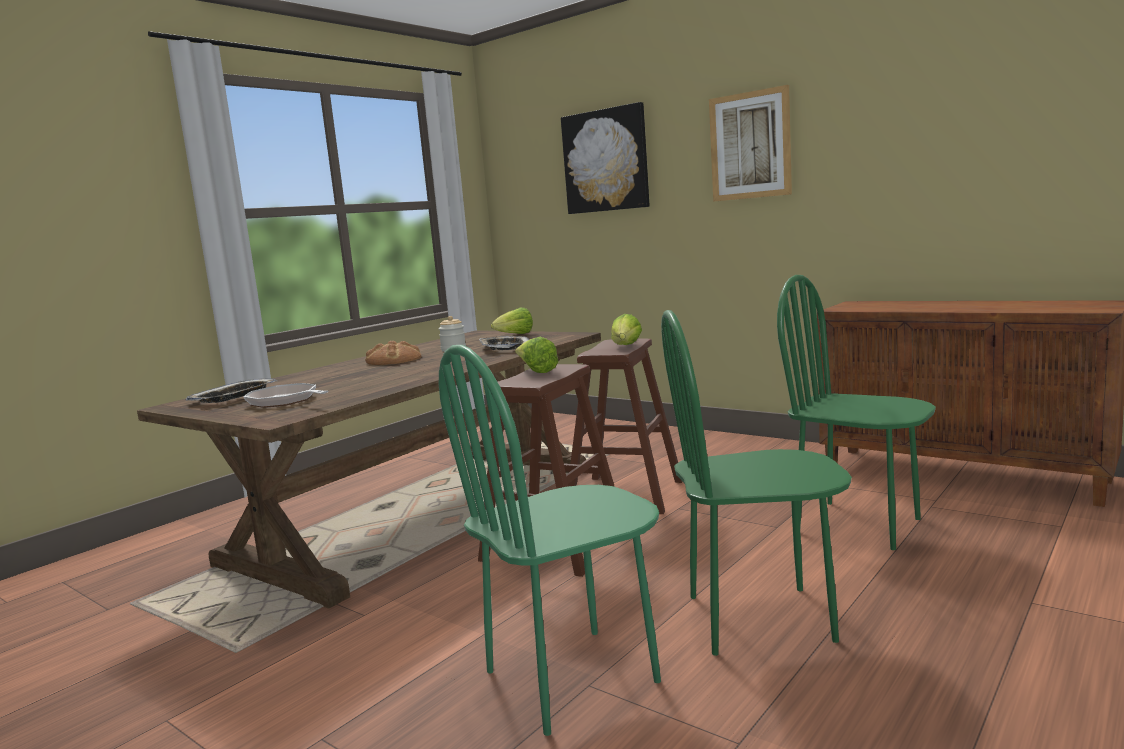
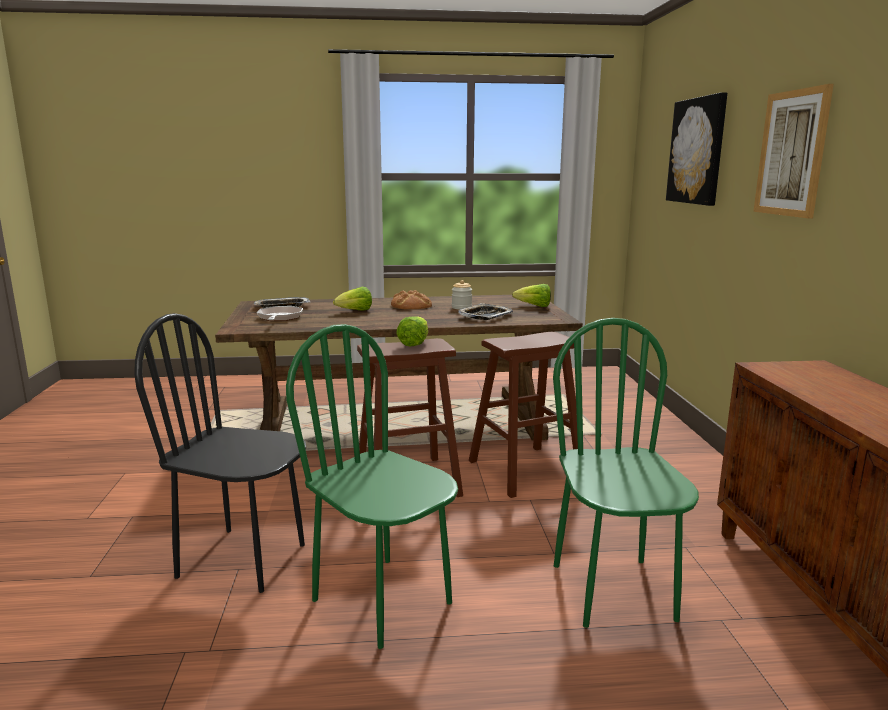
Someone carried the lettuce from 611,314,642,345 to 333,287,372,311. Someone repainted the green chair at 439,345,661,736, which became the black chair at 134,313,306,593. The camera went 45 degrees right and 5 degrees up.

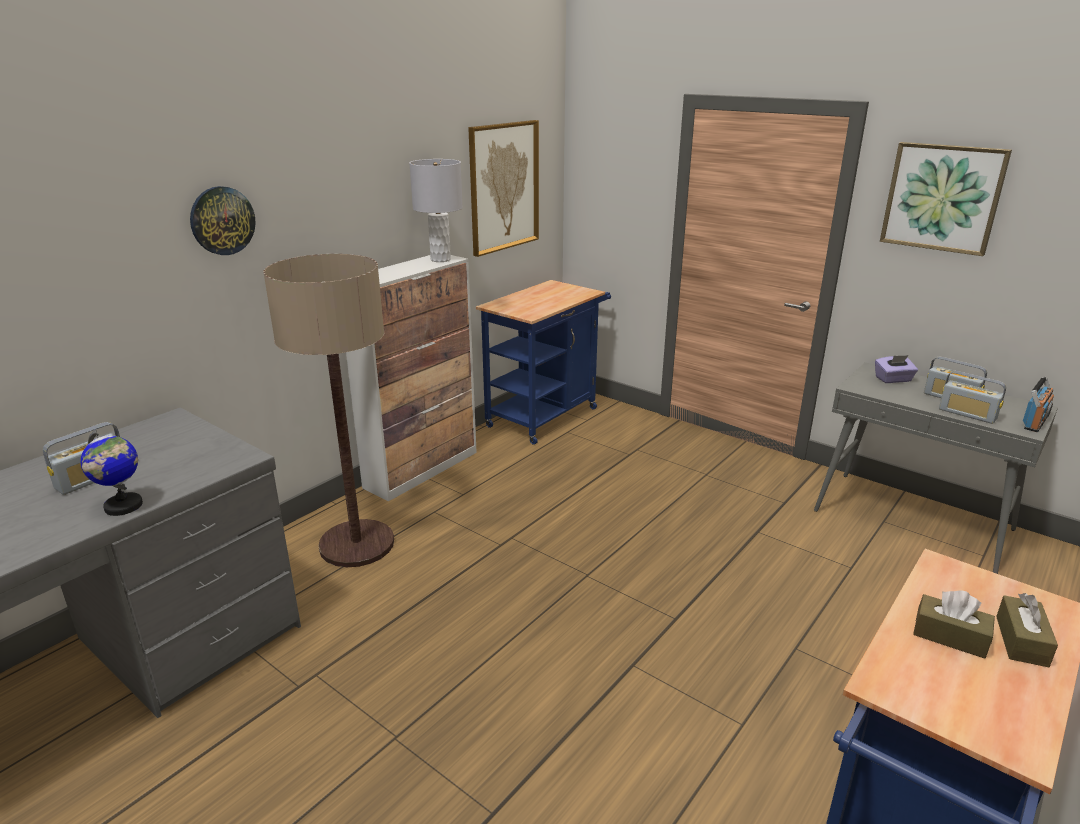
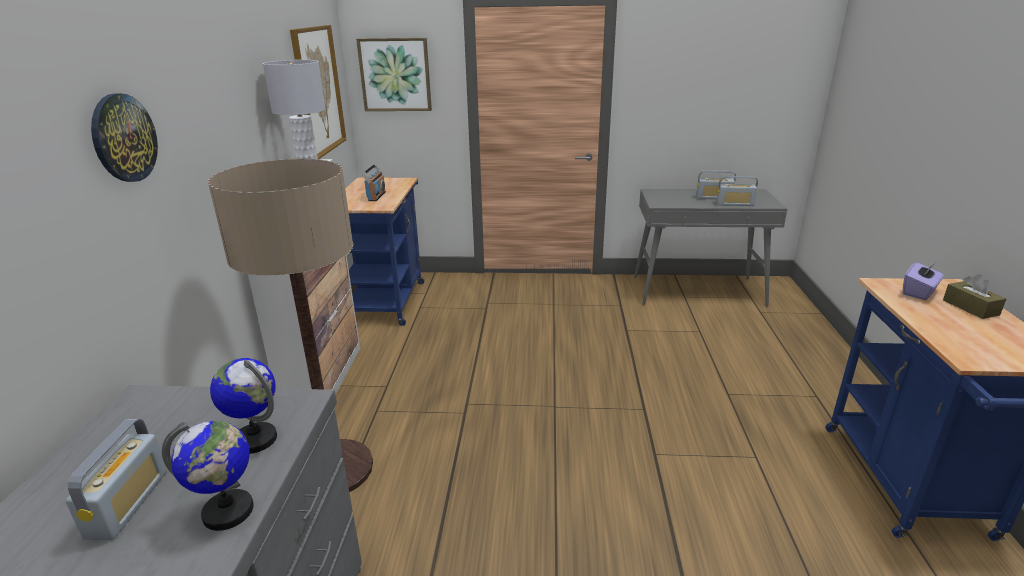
Someone carried the picture from 880,142,1012,256 to 356,38,432,111. Someone carried the purple tissue box from 875,355,918,383 to 903,262,944,300. Someone carried the radio from 1023,376,1054,432 to 362,164,386,201. Someone took away the brown tissue box at 913,590,995,659. Someone put down the globe at 210,358,277,454. The camera went 35 degrees left and 0 degrees up.

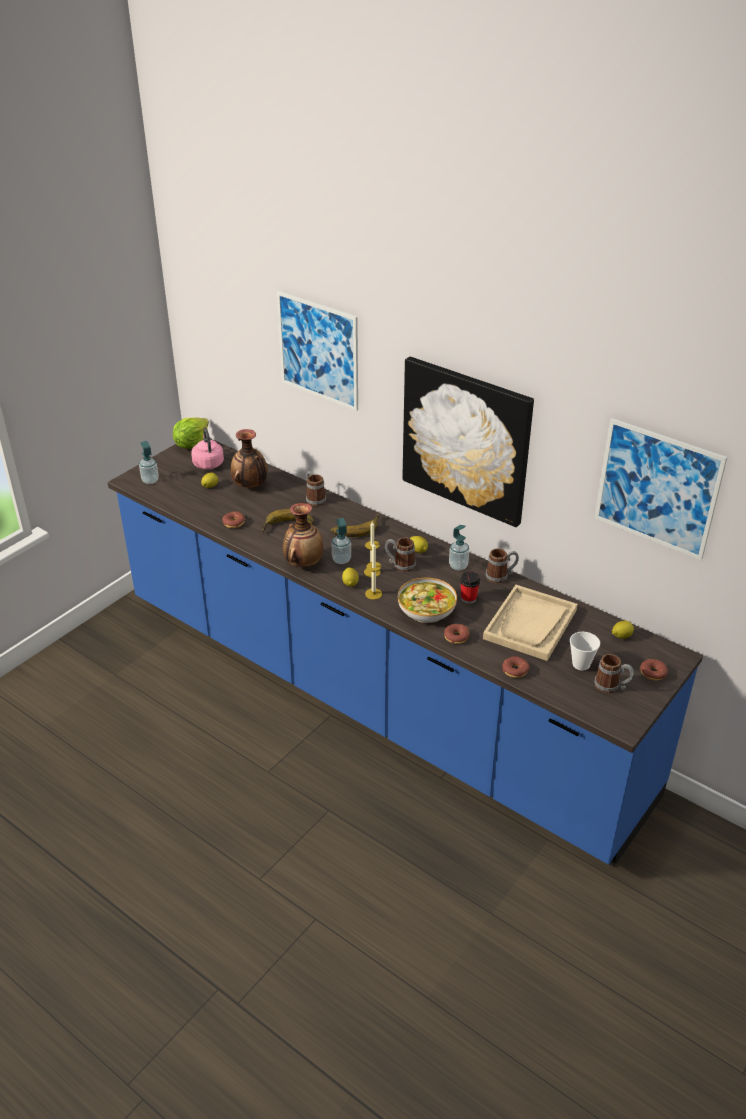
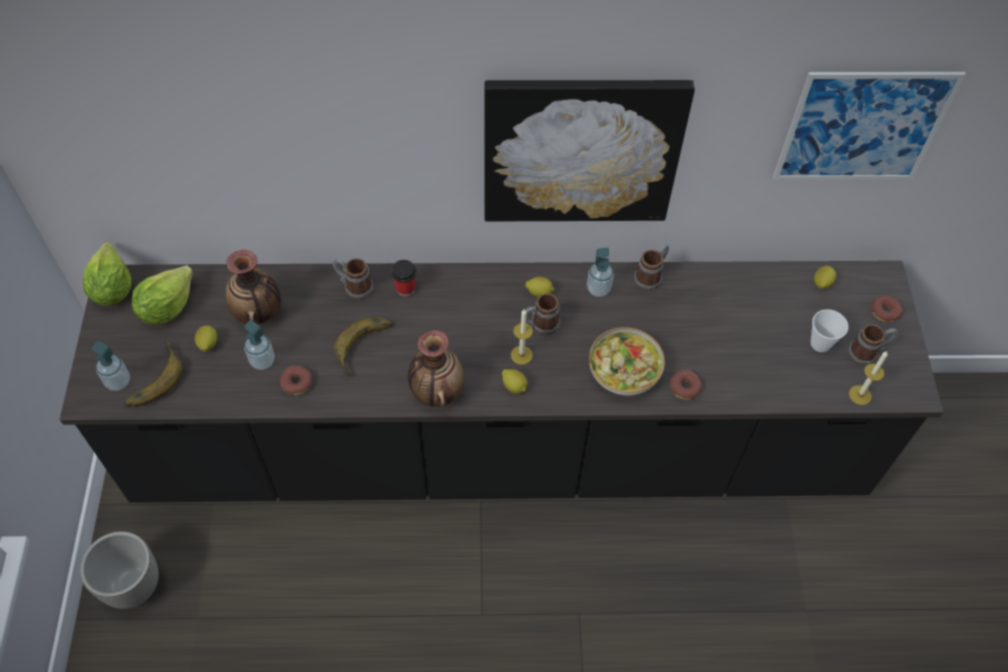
Someone took away the picture at 277,291,358,411. Someone swapped the pink kettle at 191,428,224,470 for the lettuce at 131,265,193,325. Someone repainted the blue counter at 107,439,703,866, which became the black counter at 60,261,943,503. Someone carried the banana from 330,513,379,537 to 124,342,183,407. Someone carried the soap dispenser from 332,518,351,564 to 244,320,275,370. Someone carried the candle from 365,543,382,600 to 849,351,888,405. Someone carried the cup from 460,571,480,604 to 391,260,416,297. Someone took away the beige tray at 483,585,578,661. Someone took away the donut at 502,656,530,678. Someone put down the planter at 80,531,159,609. The camera went 40 degrees left and 20 degrees up.

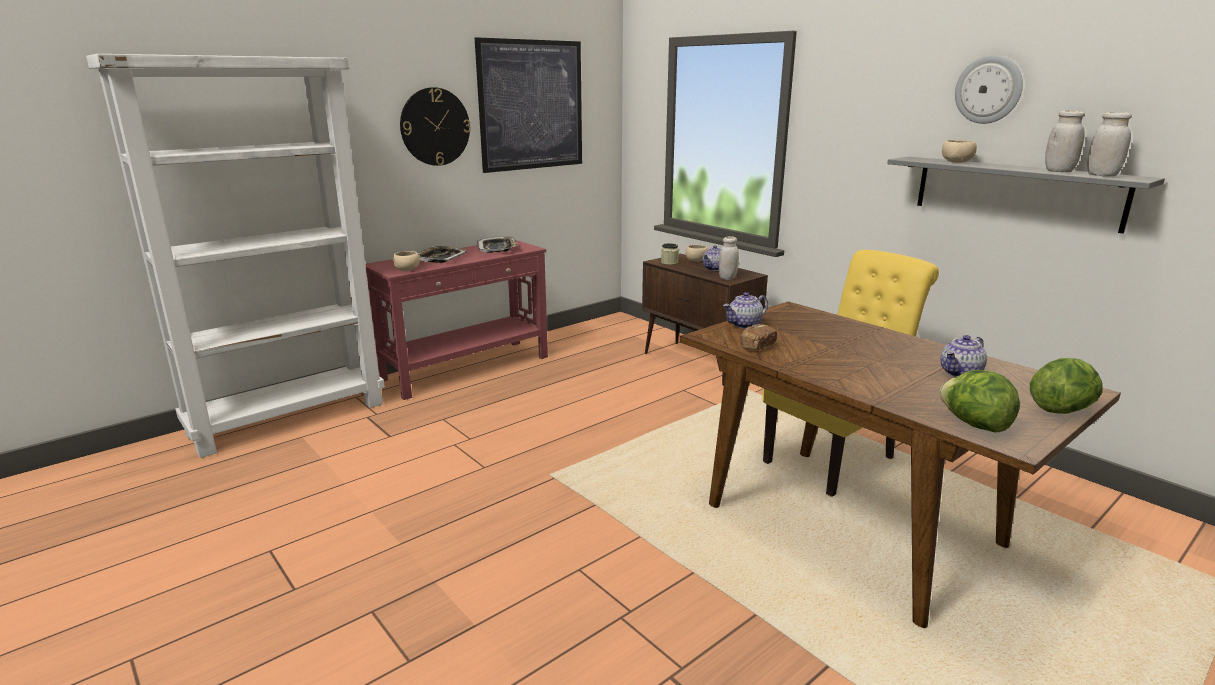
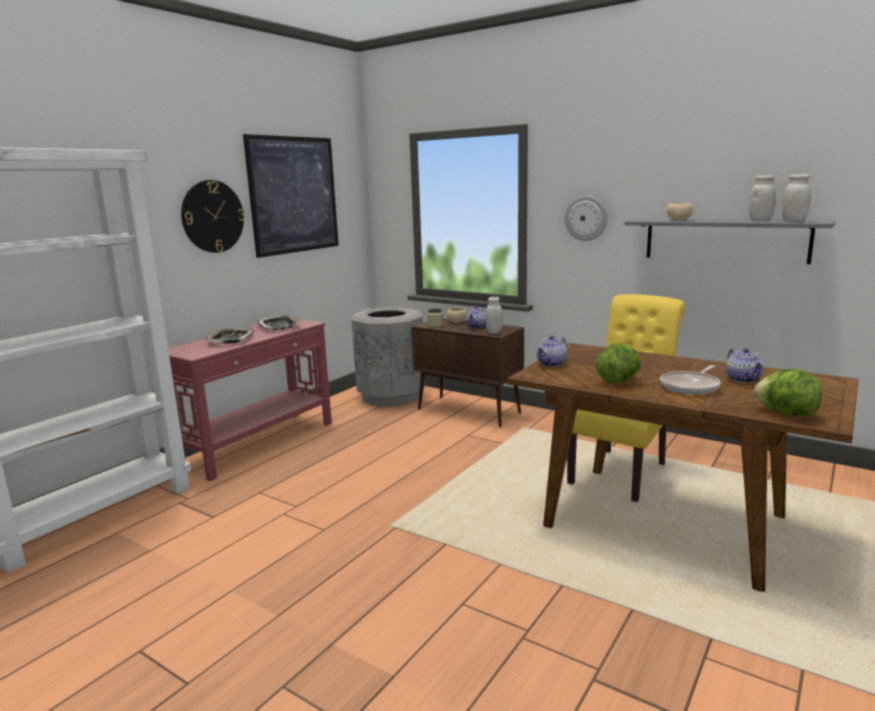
Someone carried the wall clock from 955,55,1023,124 to 565,195,608,241. Someone took away the beige bowl at 393,251,420,271. Someone took away the bread at 740,324,777,350. Someone rotated the teapot at 940,335,987,377 by 45 degrees counterclockwise. Someone carried the lettuce from 1030,358,1102,414 to 595,343,641,383. Someone put down the grey trash can at 352,307,425,407. Someone put down the frying pan at 660,365,721,395. The camera went 15 degrees left and 5 degrees down.

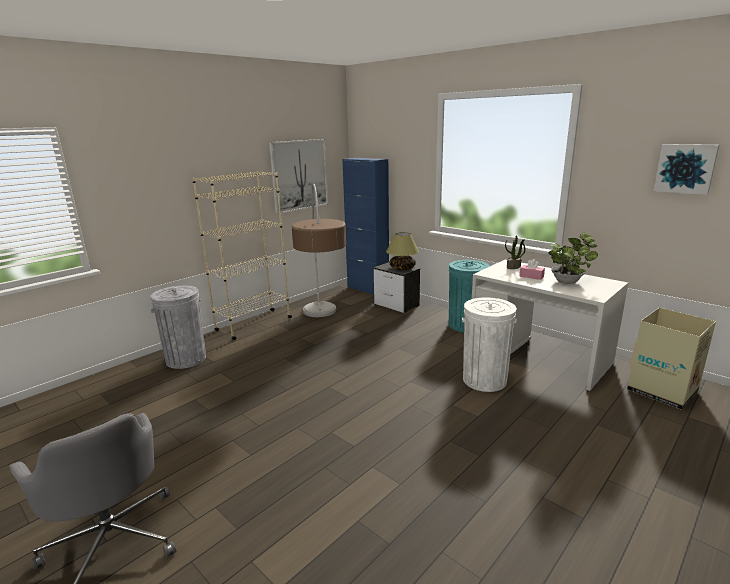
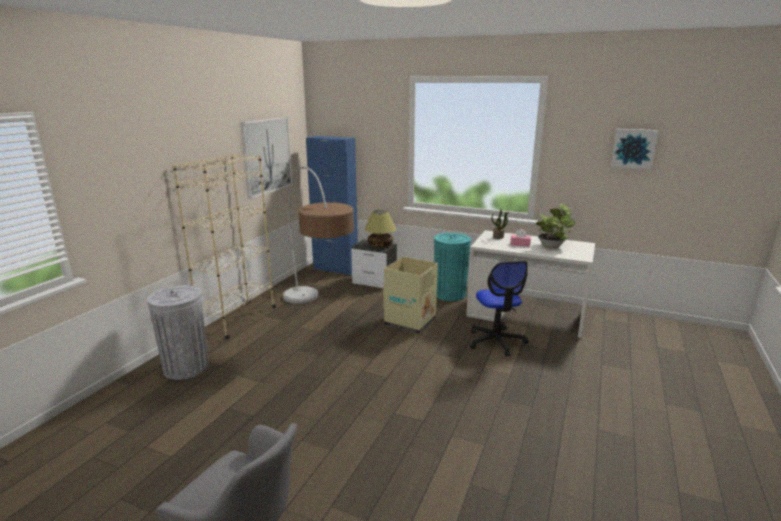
Someone swapped the white trash can at 462,297,517,392 for the office chair at 470,261,528,357. Someone carried the cardboard box from 627,308,716,410 to 383,257,438,334. The camera went 20 degrees left and 0 degrees up.

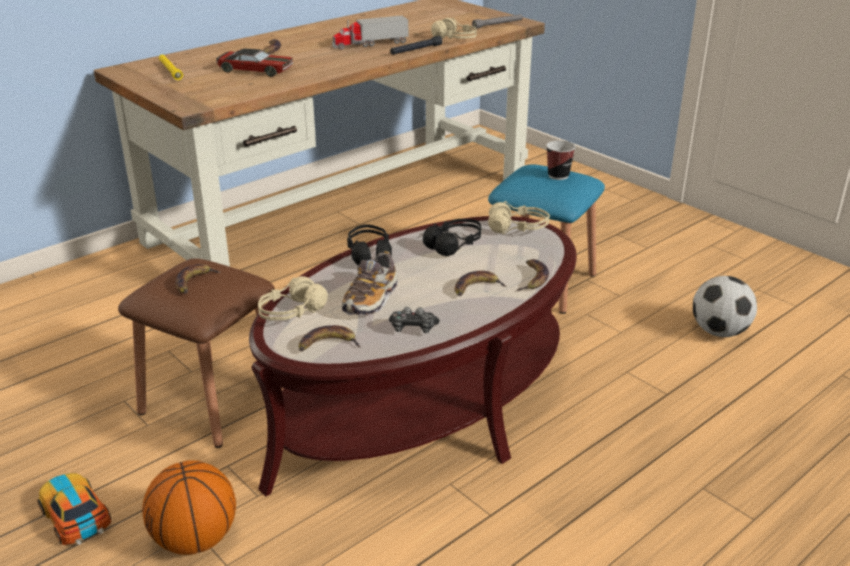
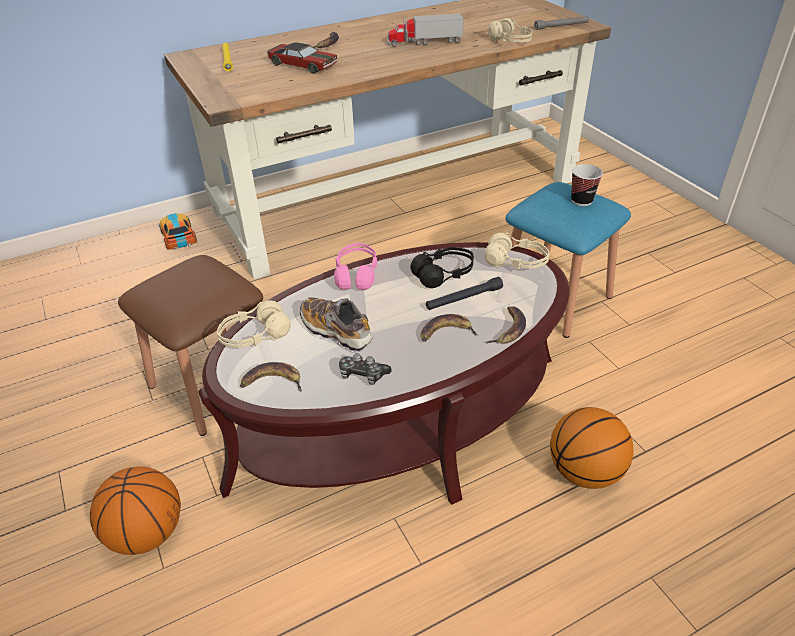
Someone carried the black flashlight from 390,36,442,55 to 426,277,503,310. Someone repainted the black headphones at 347,224,392,265, which became the pink headphones at 334,243,377,290. Someone rotated the shoe at 342,251,398,315 by 90 degrees clockwise. Someone took away the banana at 175,264,222,294. Someone took away the football at 693,276,757,337. Someone carried the toy car from 37,473,111,545 to 159,213,197,250. Someone put down the basketball at 550,407,633,489. The camera went 15 degrees right and 10 degrees up.

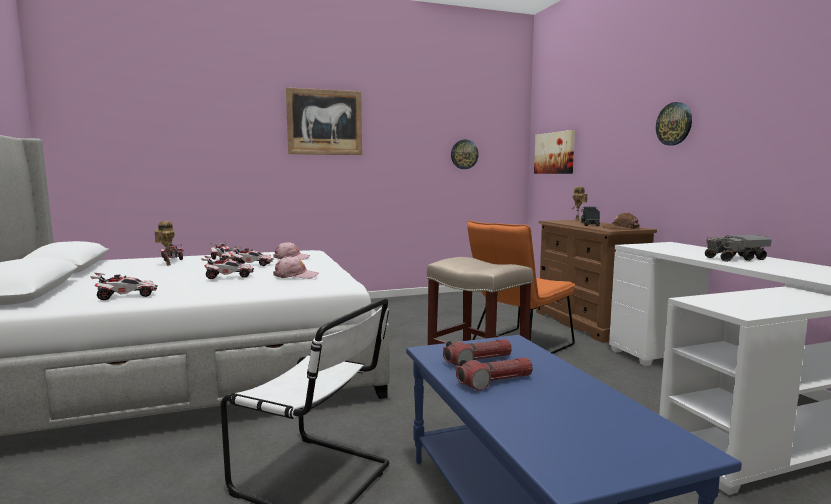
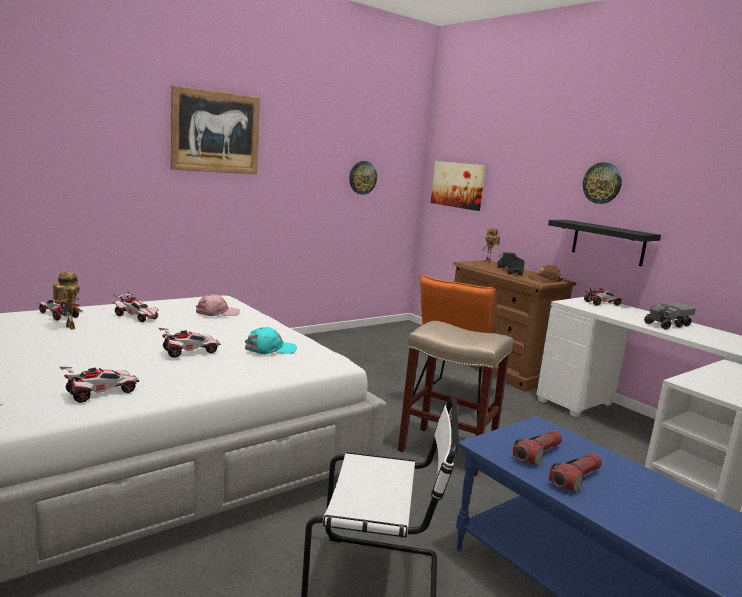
Someone carried the toy car from 228,246,274,266 to 584,285,622,306. Someone repainted the pink cap at 273,256,319,279, which became the turquoise cap at 245,327,297,354. Someone put up the black shelf at 548,220,661,266. The camera went 20 degrees left and 5 degrees up.

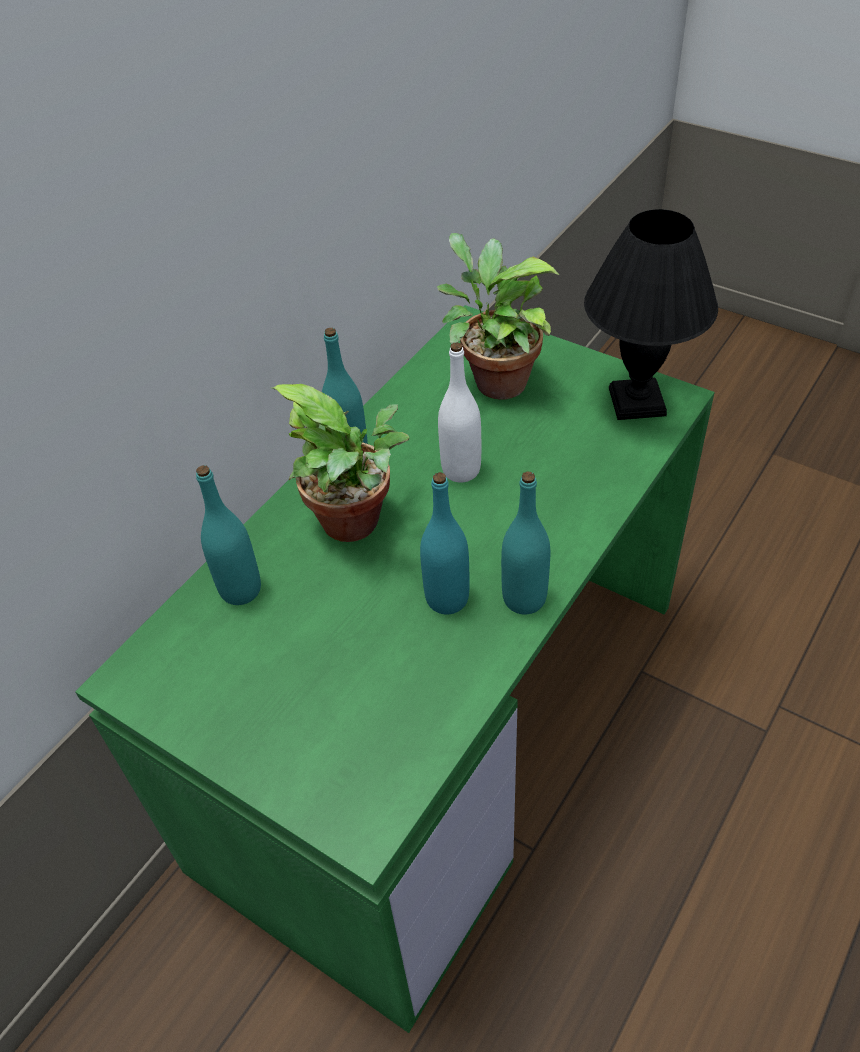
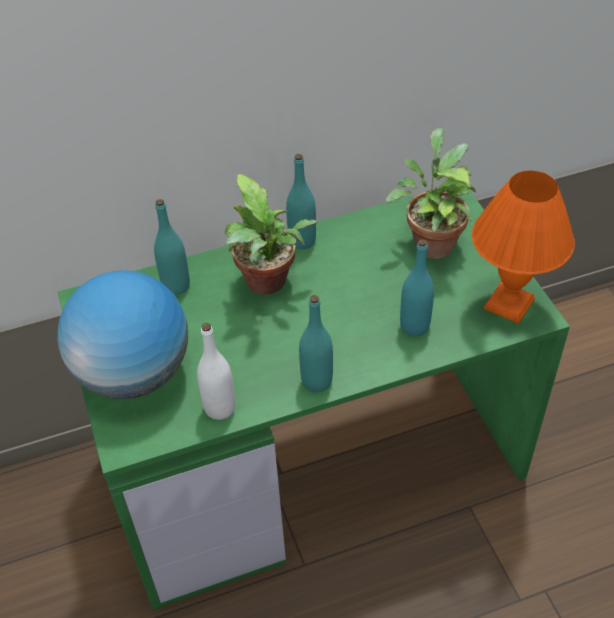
Someone repainted the black table lamp at 584,209,718,420, which became the orange table lamp at 472,170,575,324. Someone carried the white bottle from 438,342,481,482 to 197,323,235,420. Someone carried the turquoise bottle from 420,472,470,614 to 400,239,434,337. Someone put down the globe at 58,270,188,399. The camera went 35 degrees right and 0 degrees up.

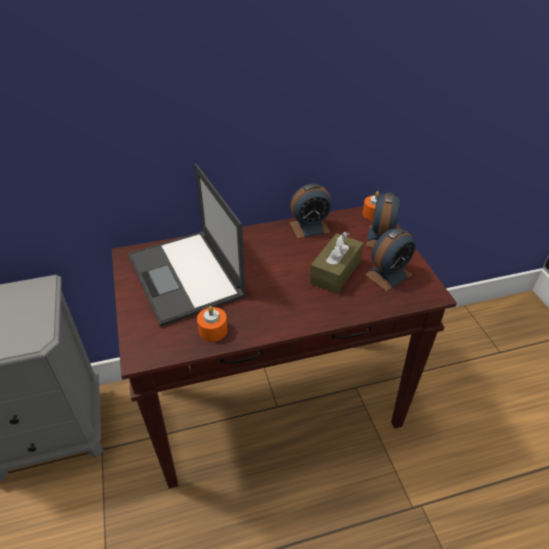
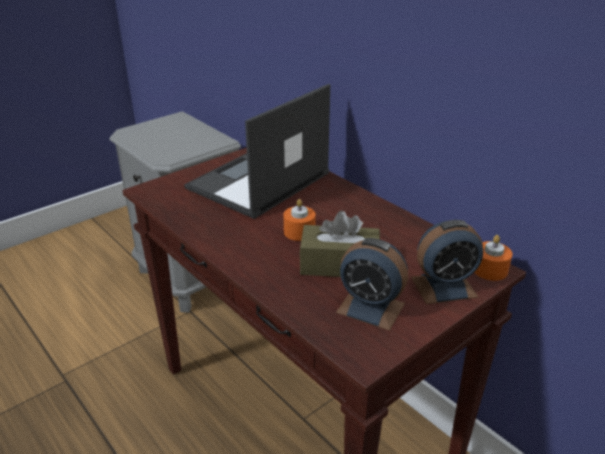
Someone took away the alarm clock at 289,184,332,239. Someone carried the orange candle from 197,306,228,342 to 284,199,316,241. The camera went 65 degrees right and 10 degrees down.

